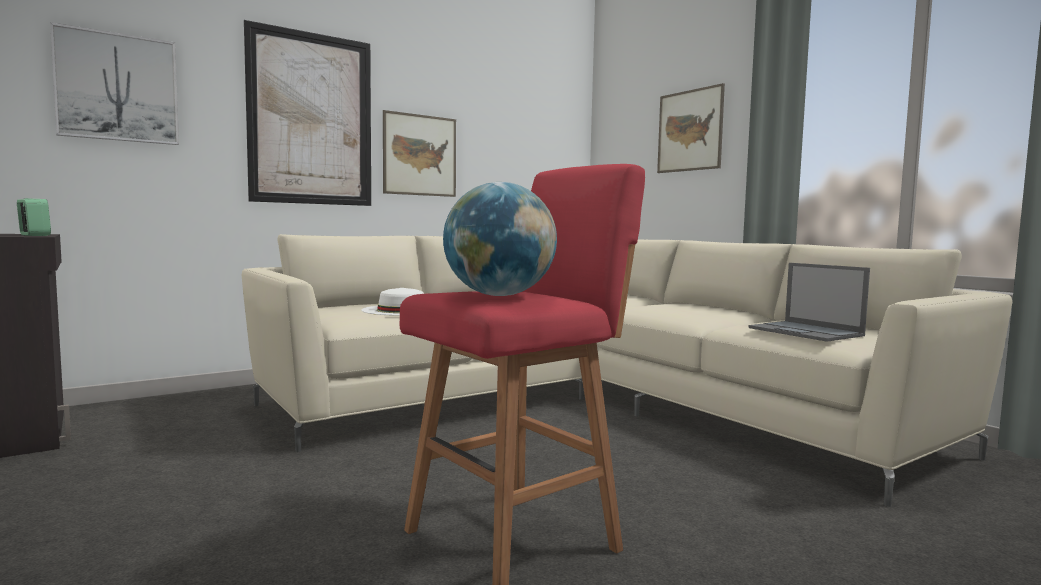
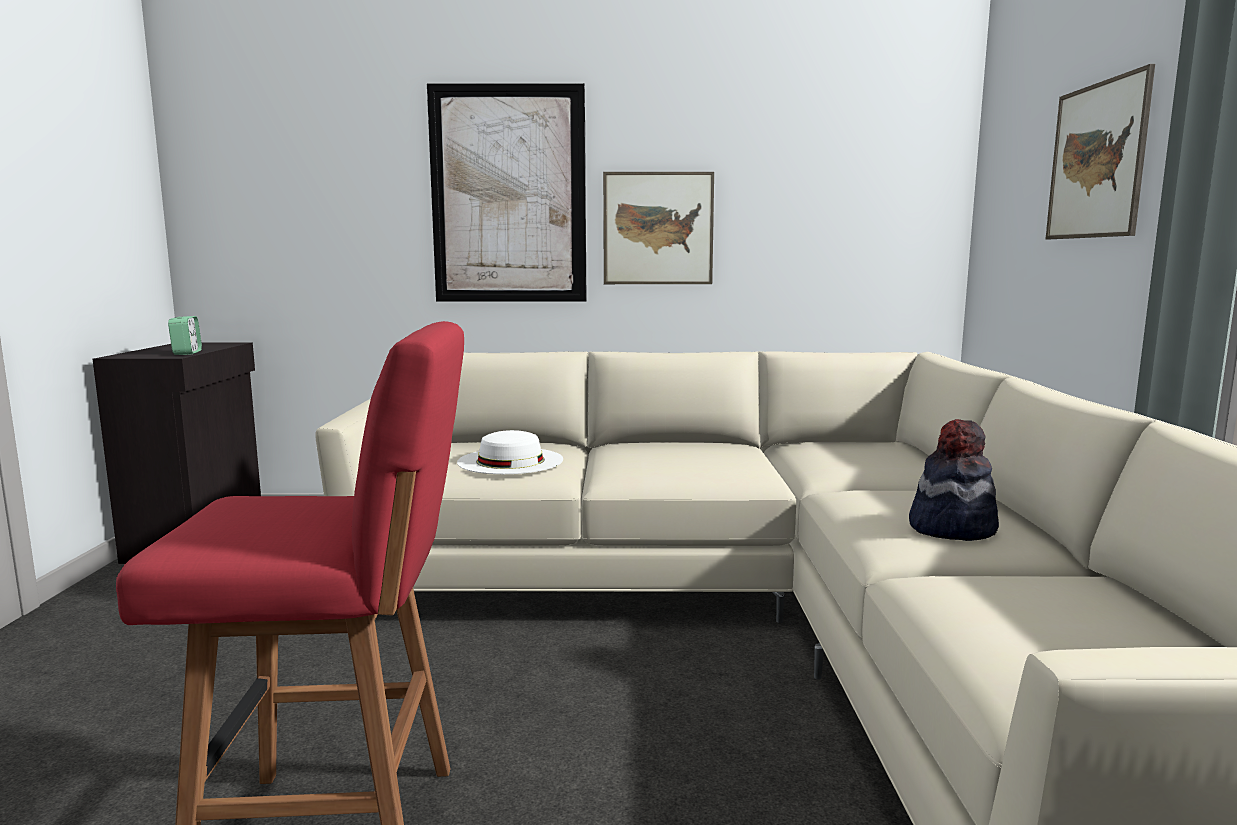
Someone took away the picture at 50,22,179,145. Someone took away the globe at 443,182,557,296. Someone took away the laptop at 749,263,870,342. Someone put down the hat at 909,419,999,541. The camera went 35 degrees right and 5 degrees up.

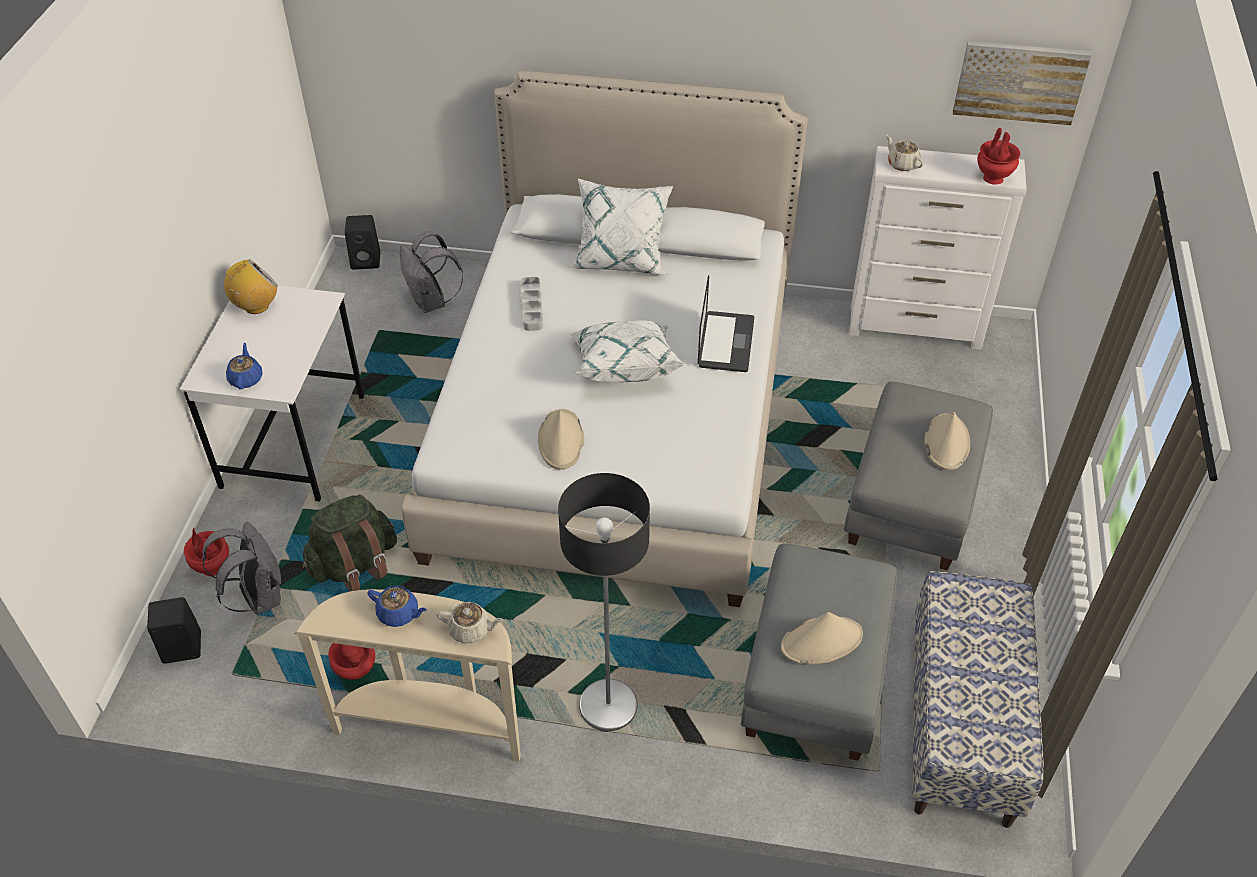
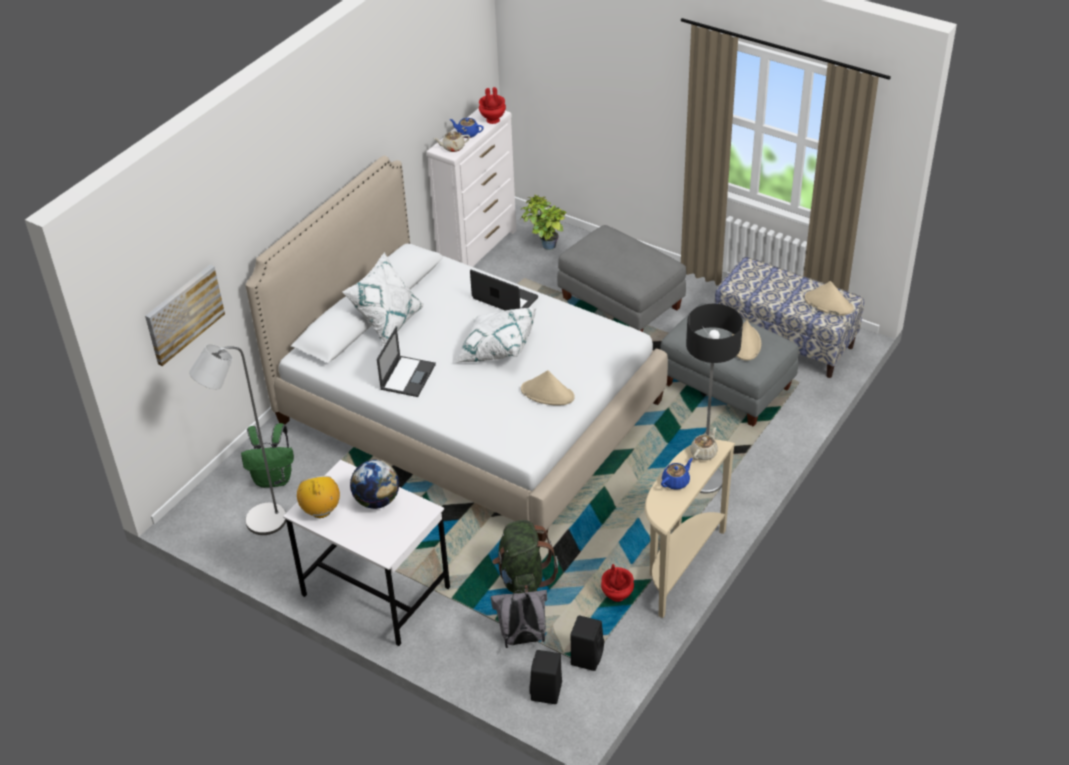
Someone carried the picture from 953,41,1092,125 to 145,265,225,366. Someone carried the black speaker from 345,215,380,270 to 570,615,604,671. Someone repainted the grey backpack at 400,231,463,313, which became the green backpack at 241,423,294,488. Someone swapped the grey tray at 521,277,543,331 for the laptop at 377,327,436,397. Someone carried the blue teapot from 226,343,262,390 to 449,118,484,138. Someone carried the beige hat from 924,412,970,470 to 805,281,854,315. Someone took away the red vase at 184,528,229,576. Someone put down the potted plant at 520,195,566,250. Someone put down the grey floor lamp at 189,344,286,535. Someone put down the globe at 350,460,399,509. The camera went 65 degrees left and 5 degrees down.

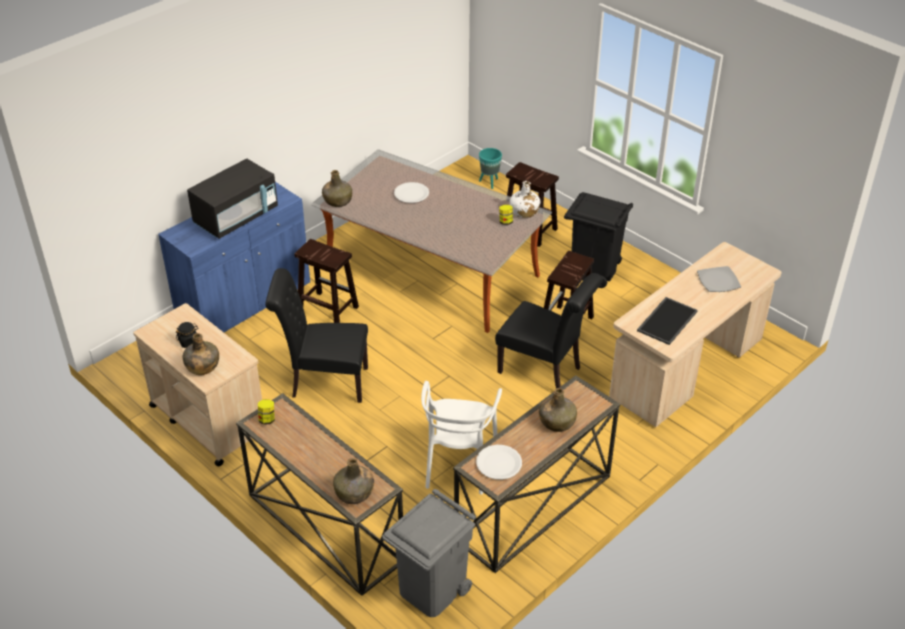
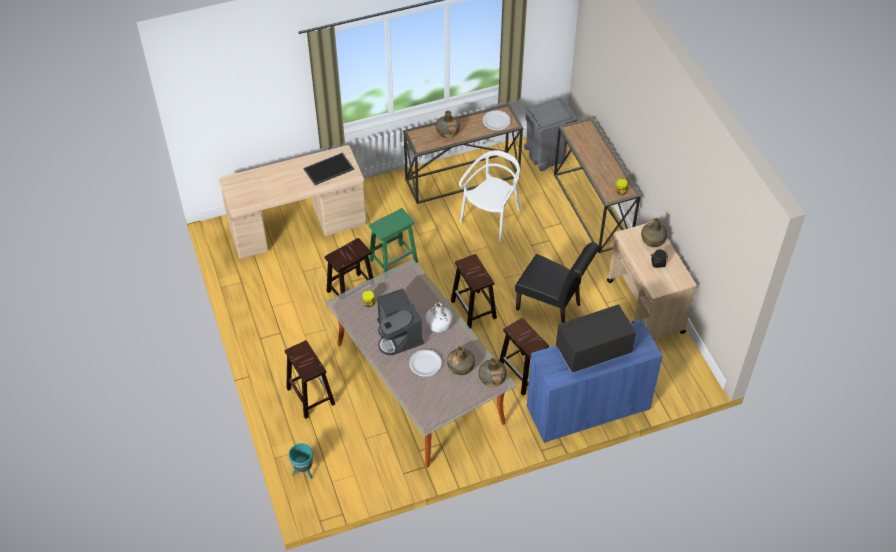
Someone carried the white bottle from 510,181,540,218 to 425,303,452,333. Someone took away the black trash can at 564,192,633,288. Someone took away the plate at 697,266,741,292. Someone swapped the black chair at 495,273,603,388 for the green stool at 369,208,418,272. Someone carried the green bottle from 333,458,374,504 to 447,346,475,375. Someone put down the brown stool at 451,254,497,329. Someone put down the coffee machine at 377,288,424,356. The camera went 155 degrees left and 10 degrees up.

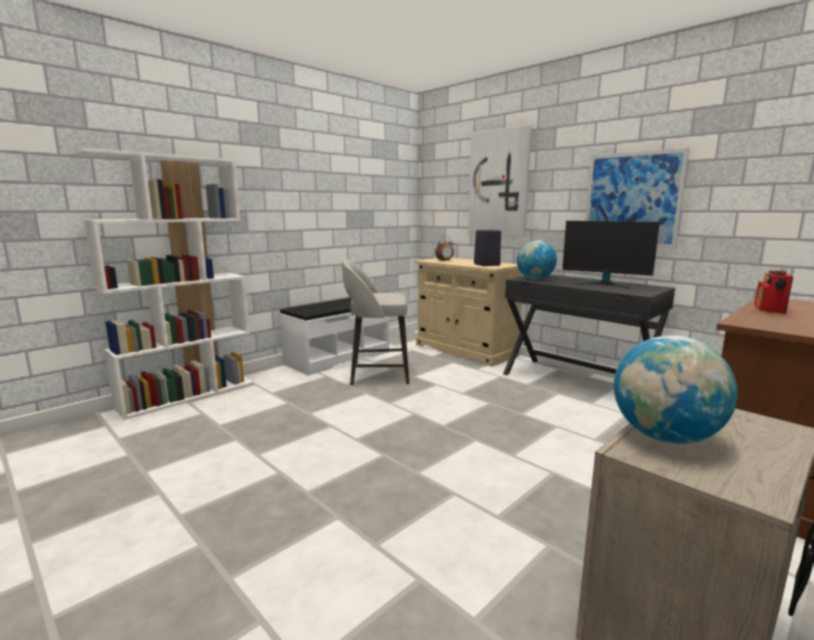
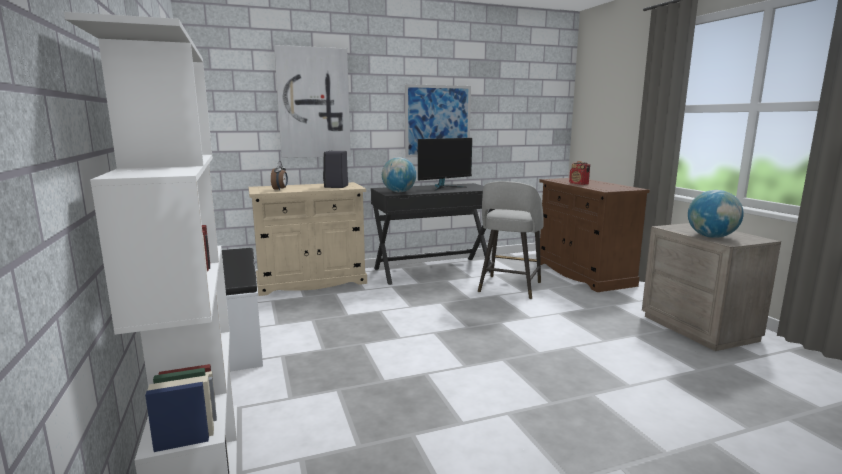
Someone carried the grey stool from 342,259,410,385 to 478,181,544,299. The camera went 65 degrees left and 0 degrees up.

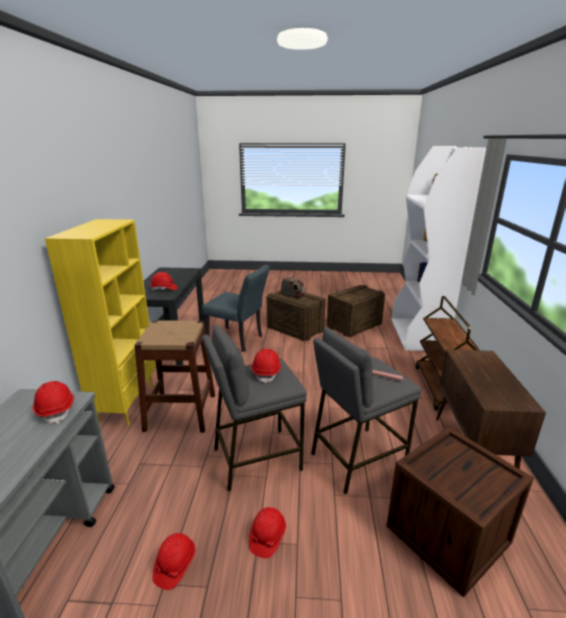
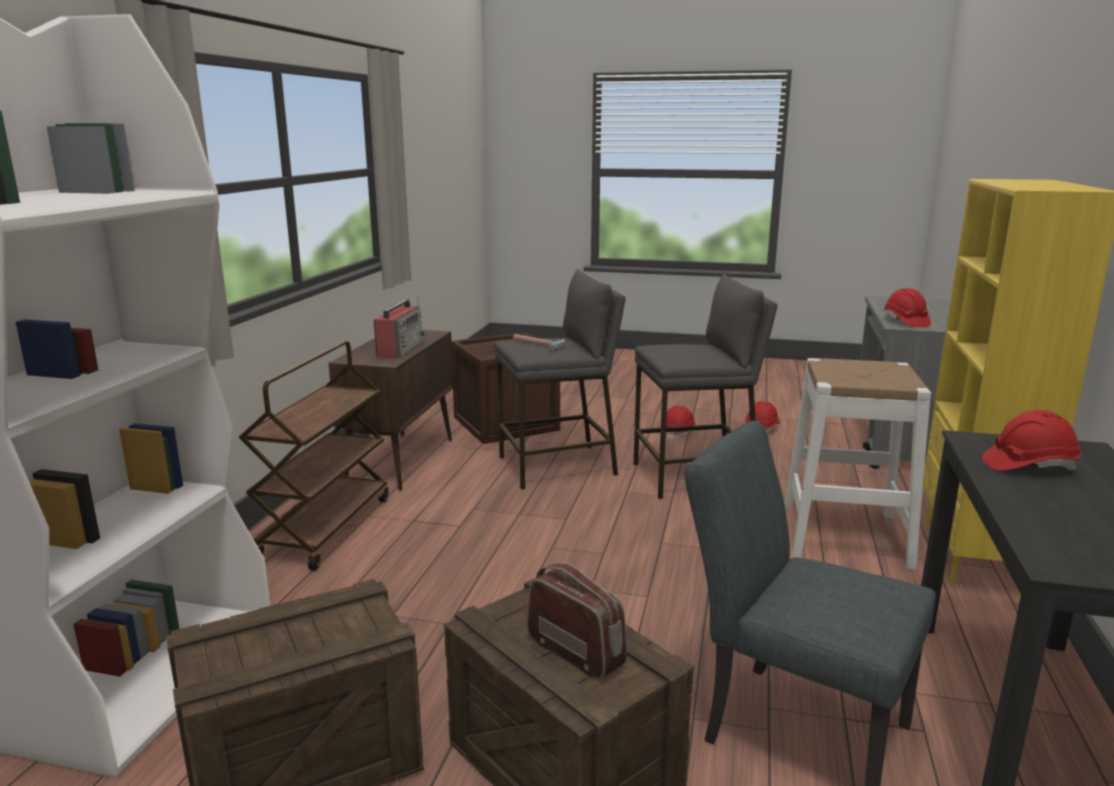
Someone repainted the brown stool at 134,320,215,433, which became the white stool at 784,358,931,569. Someone took away the red hard hat at 252,349,282,384. Someone put down the radio at 374,297,425,359. The camera went 170 degrees left and 5 degrees down.

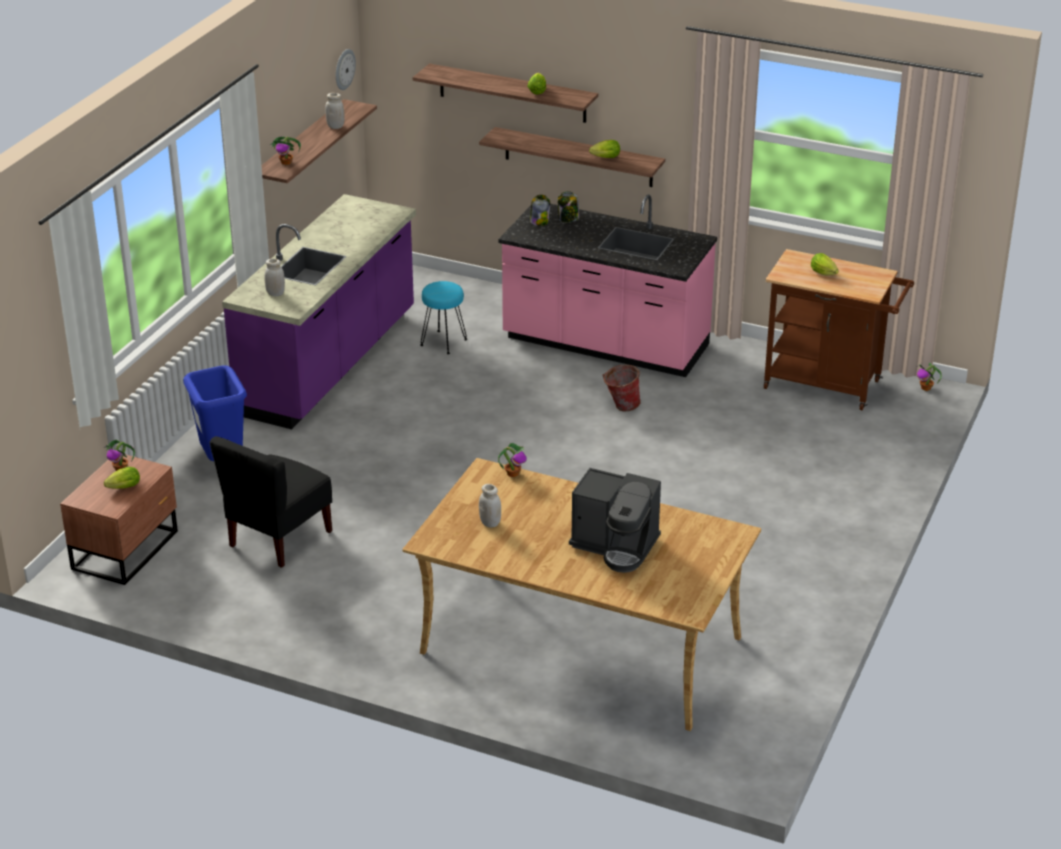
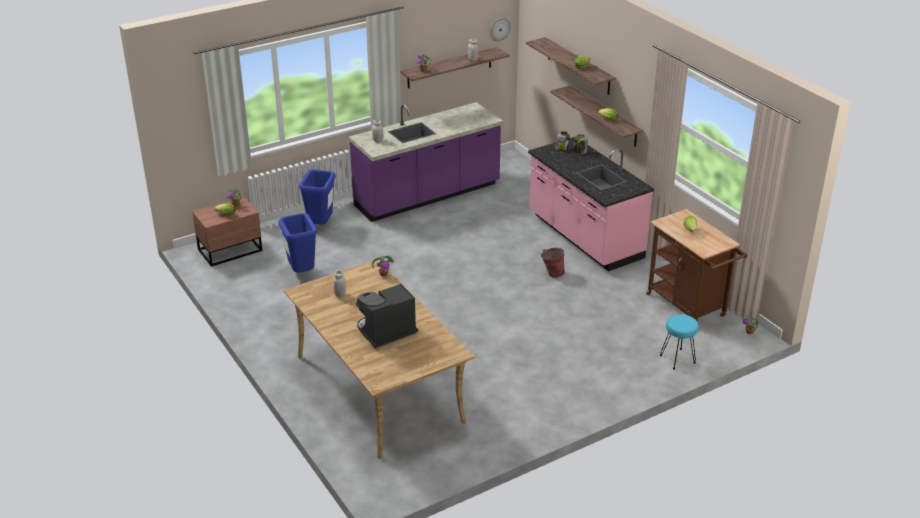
Someone carried the turquoise stool from 420,281,467,354 to 660,314,698,369. Someone swapped the black chair at 210,436,332,568 for the blue trash can at 278,213,318,273. Someone rotated the coffee machine at 569,468,661,573 by 90 degrees clockwise. The camera went 35 degrees right and 0 degrees up.

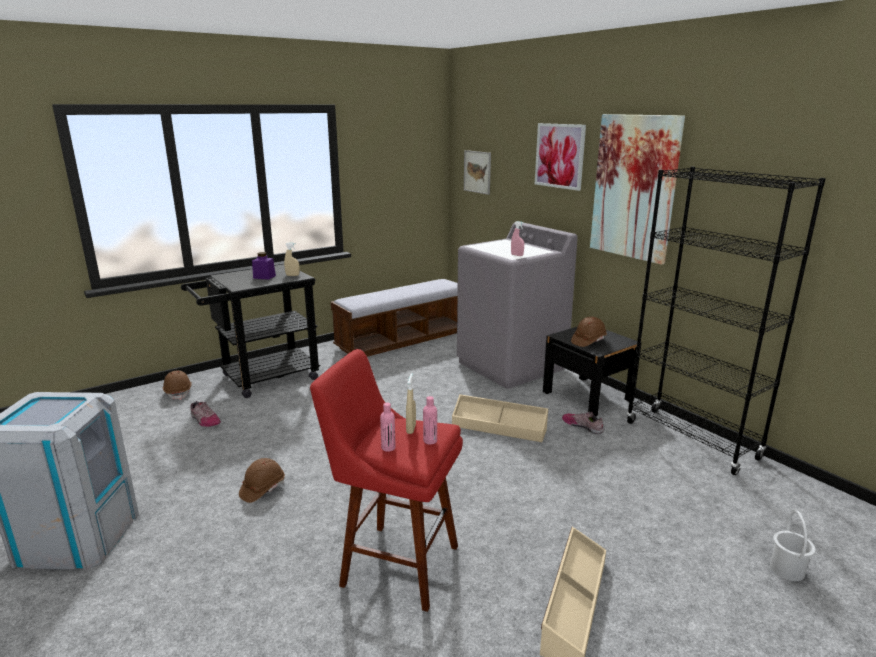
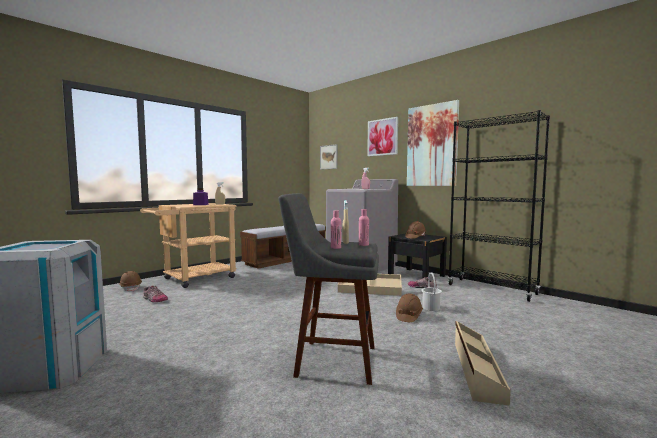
Someone repainted the black cart at 181,264,320,398, which became the beige cart at 140,203,237,288. Someone repainted the red stool at 310,349,463,612, which became the grey stool at 279,193,379,385. Someone carried the brown hard hat from 239,458,285,503 to 396,294,423,322. Someone carried the white bucket from 770,510,815,581 to 421,272,442,311. The camera went 10 degrees left and 15 degrees down.

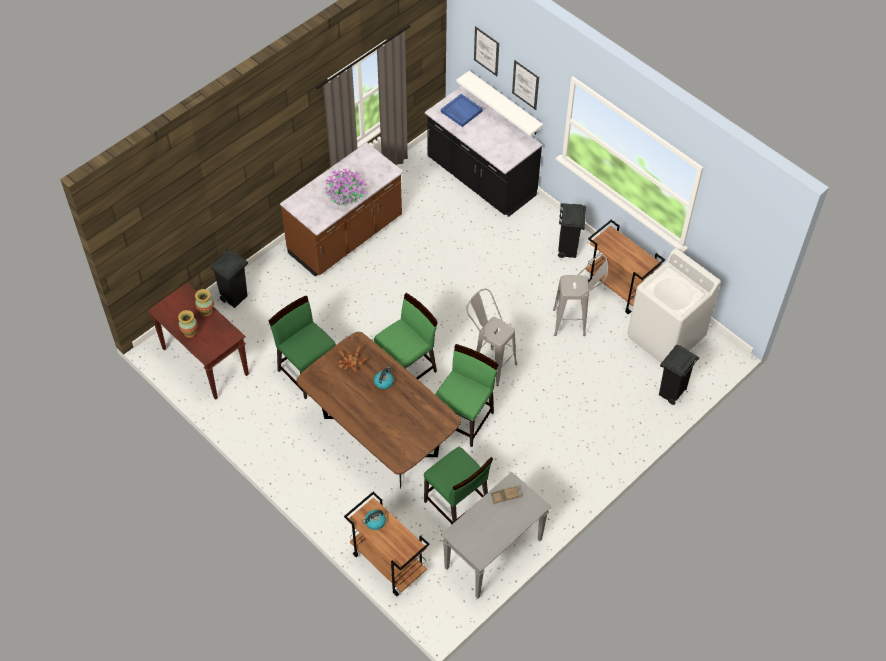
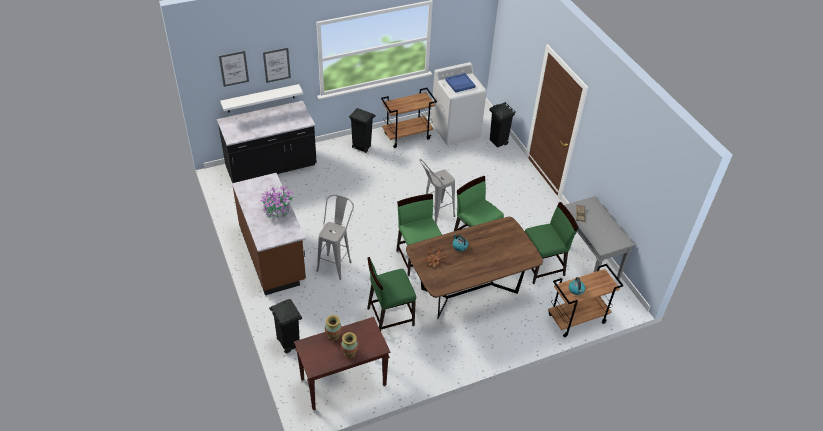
Someone carried the blue tray from 441,94,483,127 to 445,73,475,93. Someone carried the grey stool from 553,254,608,336 to 317,195,354,280. The camera went 70 degrees left and 10 degrees down.

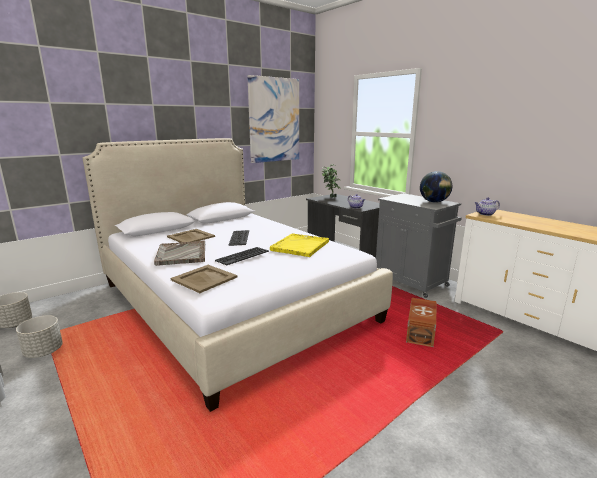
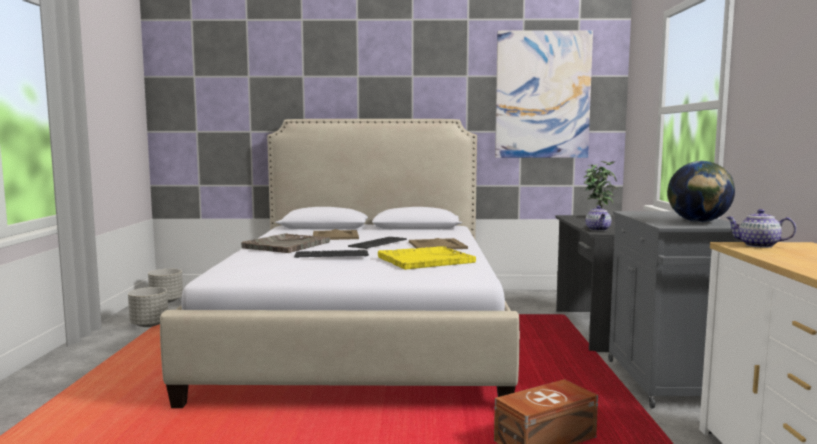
Someone carried the beige tray from 170,265,237,293 to 409,238,468,249. The camera went 40 degrees right and 10 degrees down.

